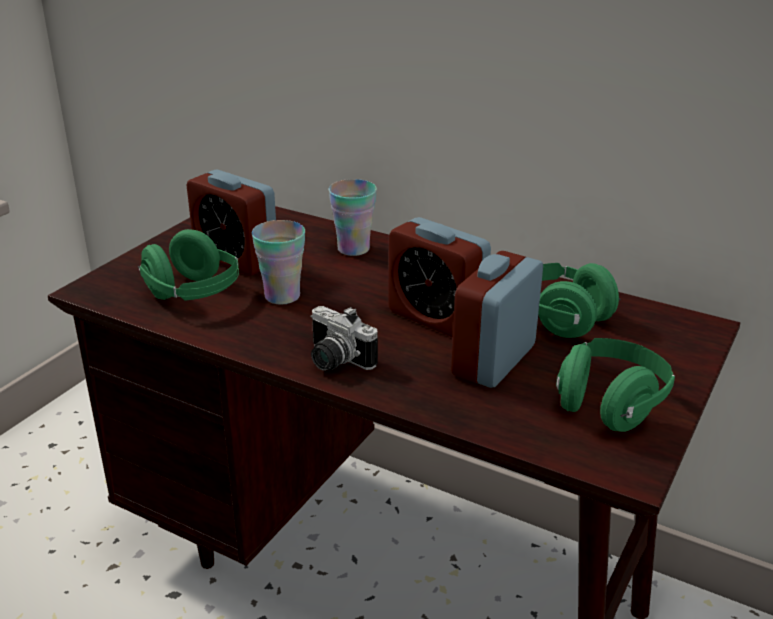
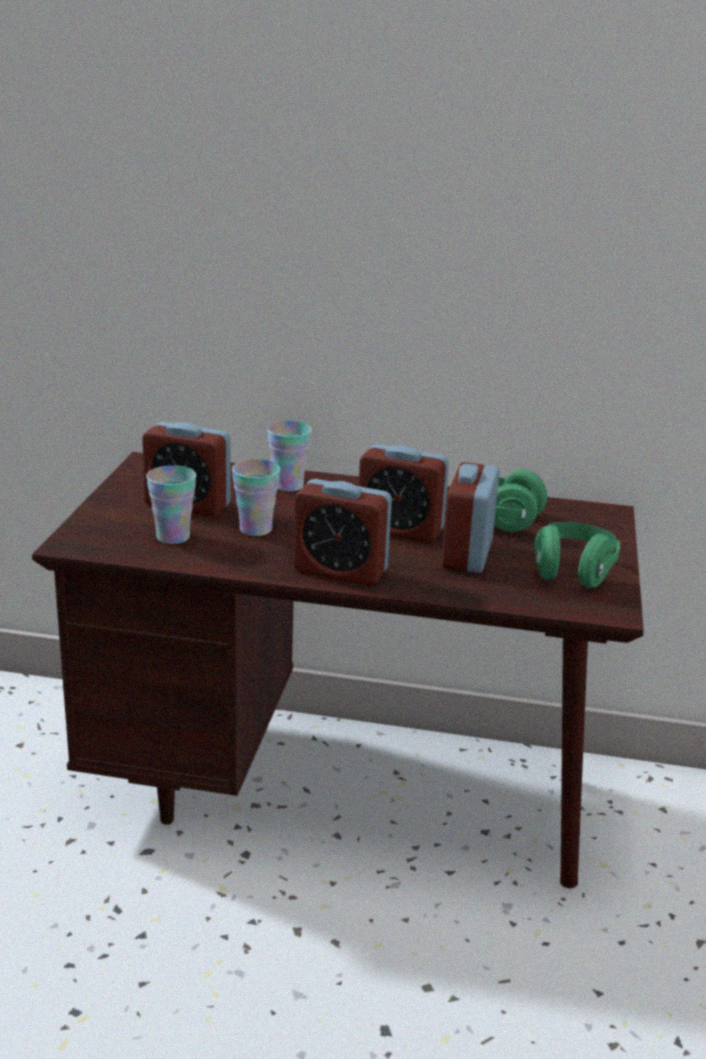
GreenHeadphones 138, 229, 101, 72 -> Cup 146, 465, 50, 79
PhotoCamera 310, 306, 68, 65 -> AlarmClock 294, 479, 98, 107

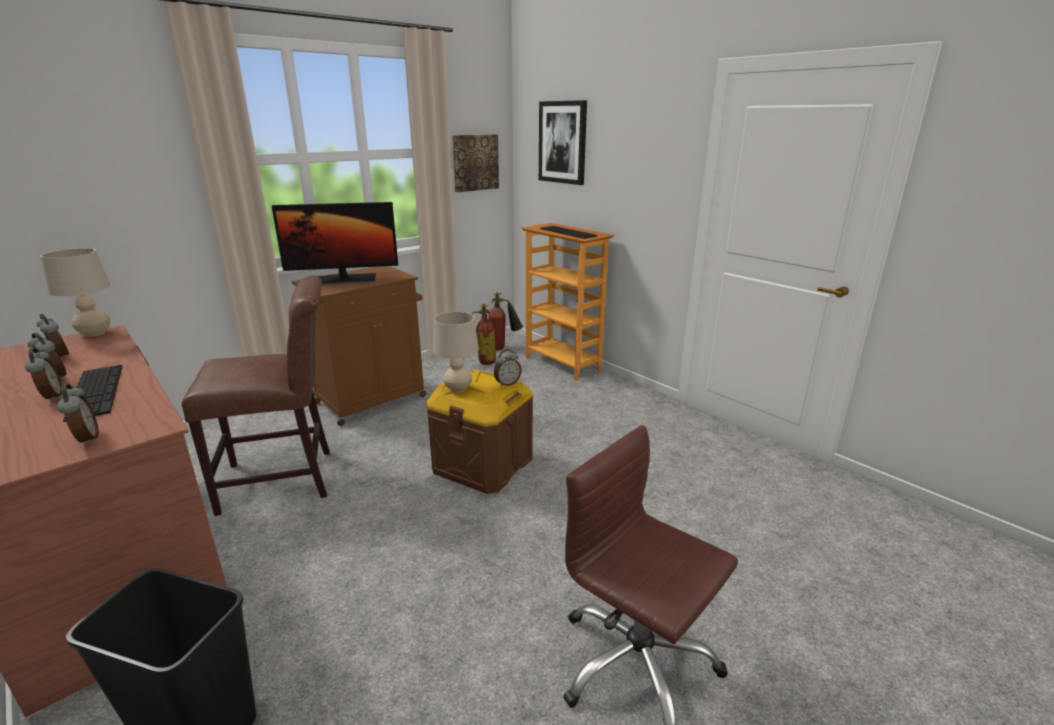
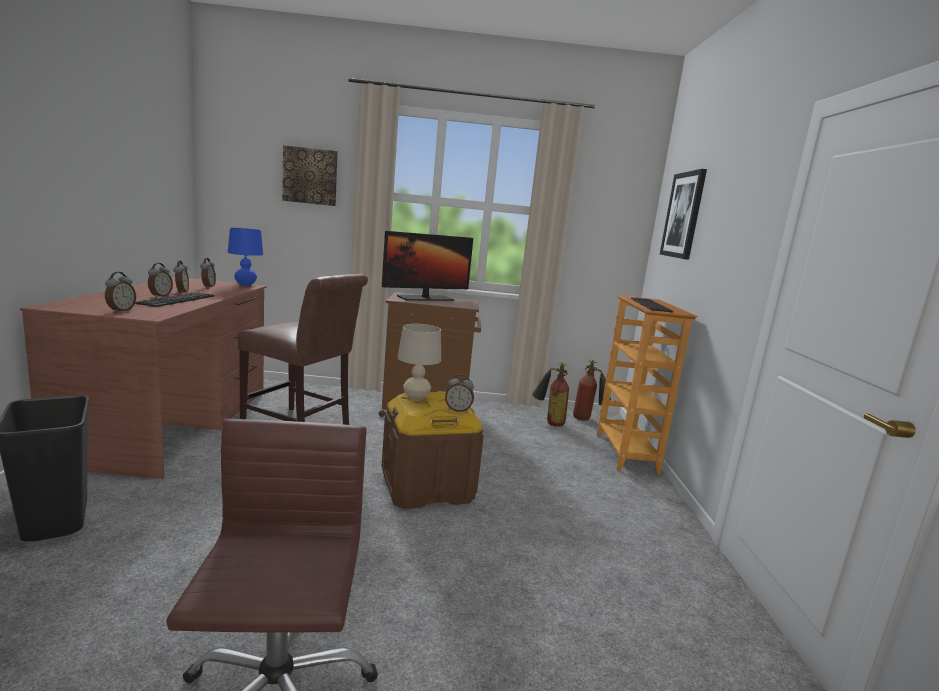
BeigeTableLamp 40, 248, 71, 89 -> BlueTableLamp 228, 228, 35, 58
Picture 452, 134, 47, 58 -> Picture 282, 146, 56, 60, moved
Monitor 272, 202, 126, 82 -> Monitor 382, 231, 91, 70, 60 degrees counterclockwise

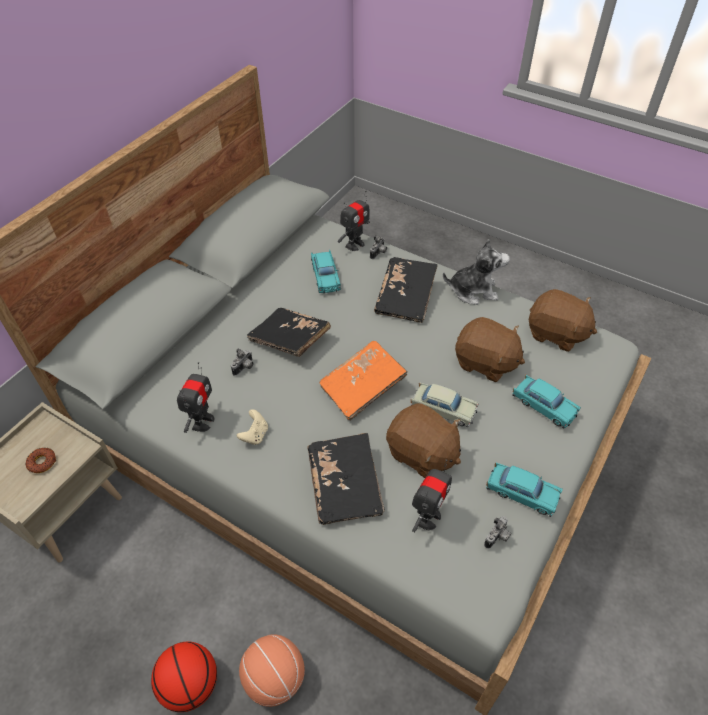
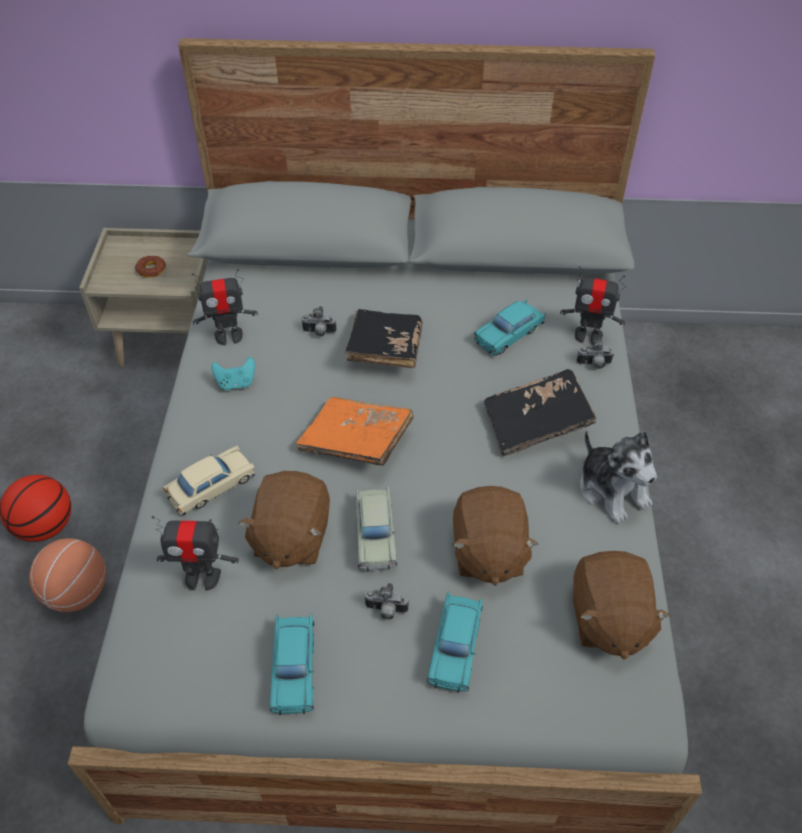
BlackBook 307, 433, 78, 92 -> BeigeToyCar 163, 445, 92, 71
BeigeGameController 237, 409, 31, 36 -> TurquoiseGameController 211, 357, 44, 33
PhotoCamera 484, 516, 27, 32 -> PhotoCamera 364, 583, 44, 37, moved

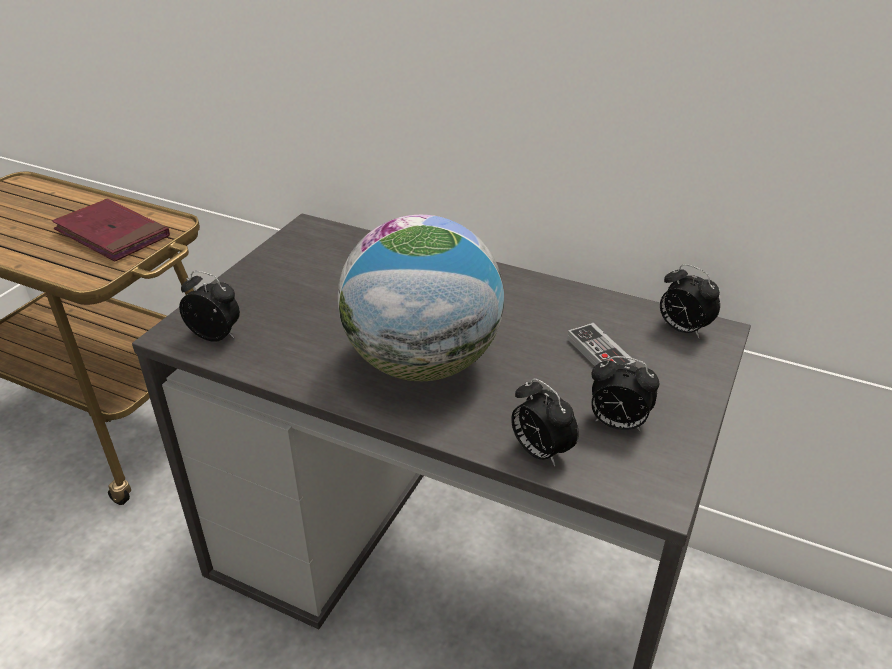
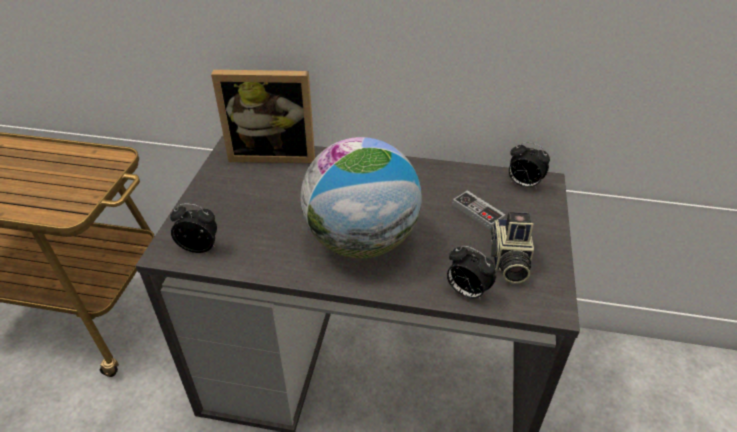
none -> PictureFrame 211, 70, 104, 93
AlarmClock 591, 356, 69, 75 -> PhotoCamera 491, 212, 43, 71
RedBook 52, 199, 118, 63 -> none

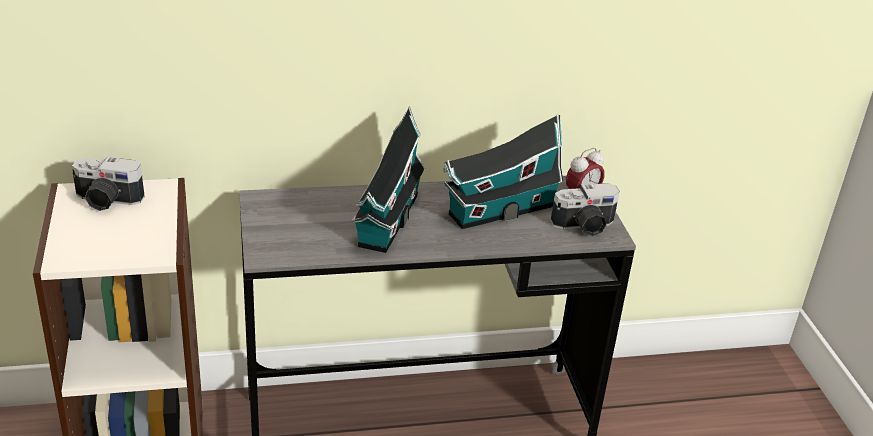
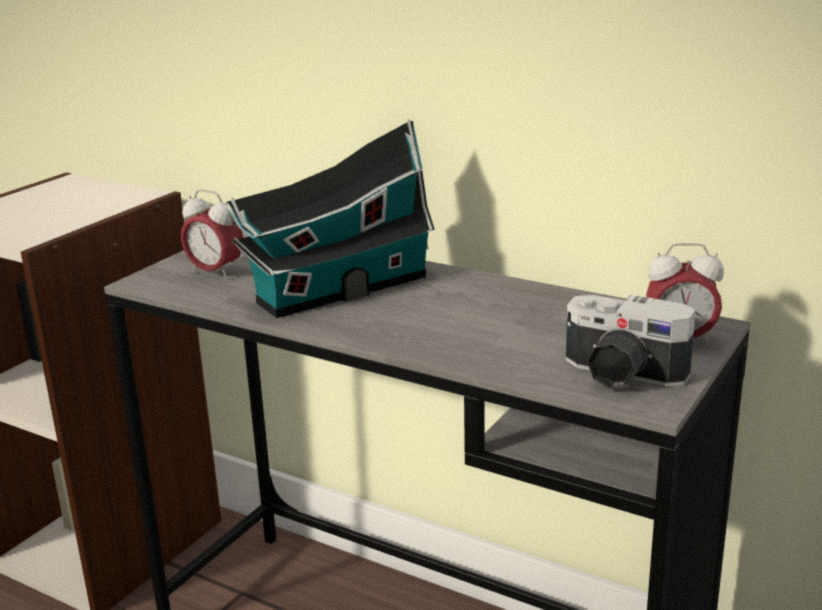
none -> AlarmClock 181, 189, 62, 91
PhotoCamera 72, 157, 73, 54 -> none
ToyHouse 443, 114, 121, 115 -> none

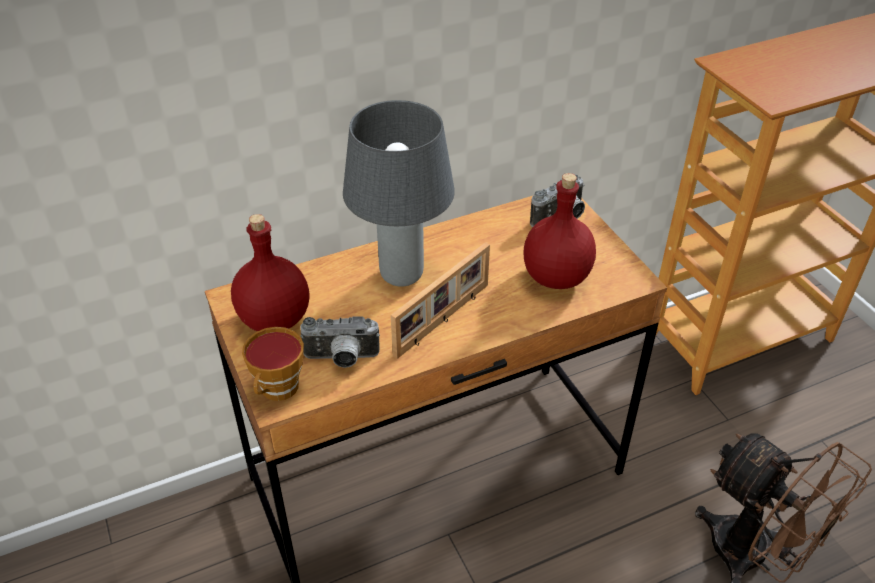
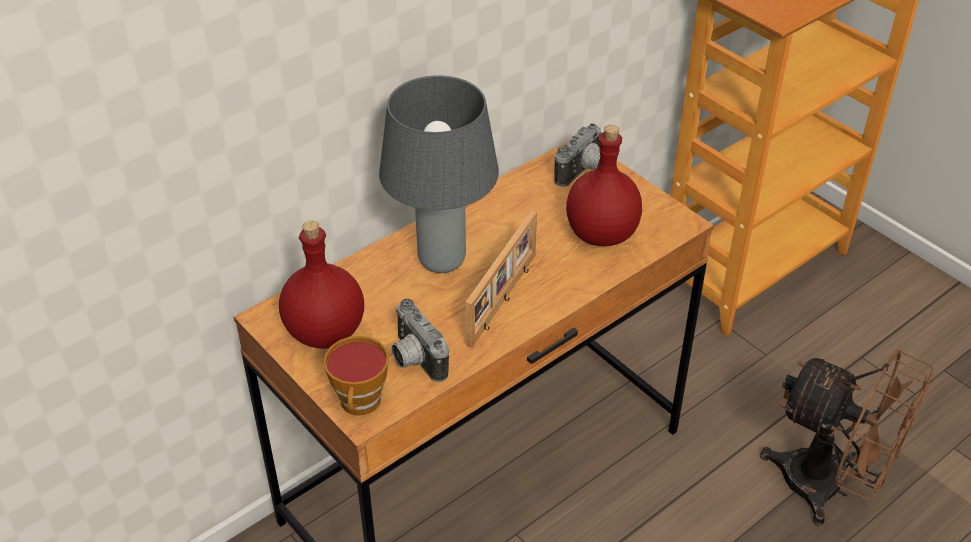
PhotoCamera 300, 316, 80, 52 -> PhotoCamera 392, 299, 57, 83, 75 degrees clockwise

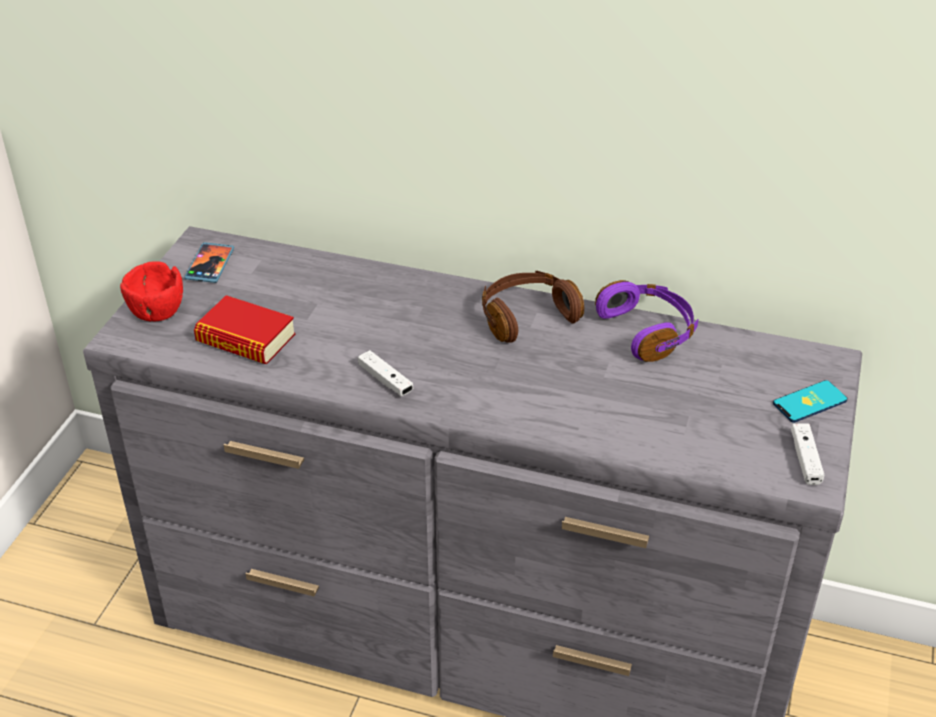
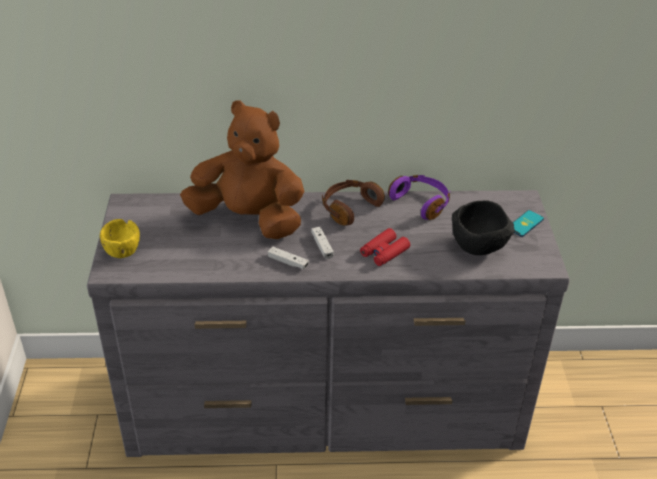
RedBowl 120, 261, 63, 60 -> YellowBowl 100, 219, 40, 39
none -> BrownPlushToy 180, 100, 124, 139
WhiteGameController 791, 423, 33, 62 -> WhiteGameController 311, 227, 23, 32, moved
none -> RedBinoculars 360, 228, 50, 38
none -> BlackBowl 452, 200, 63, 55
Phone 185, 242, 49, 41 -> none
Book 194, 295, 101, 69 -> none

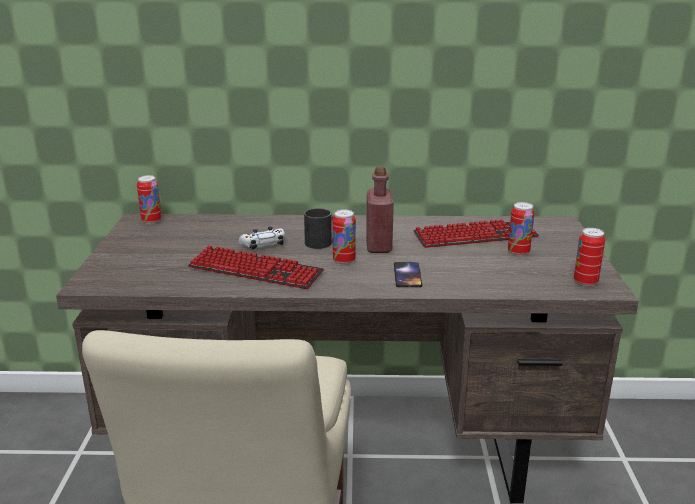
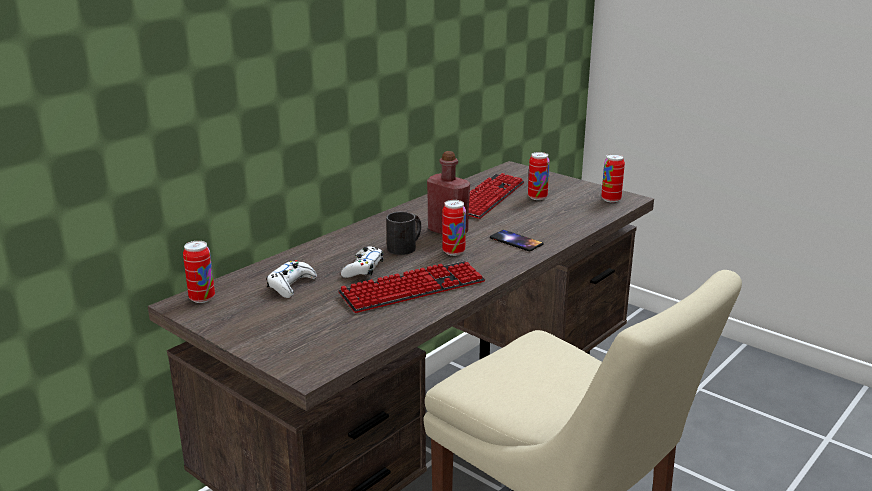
none -> WhiteGameController 266, 260, 51, 38

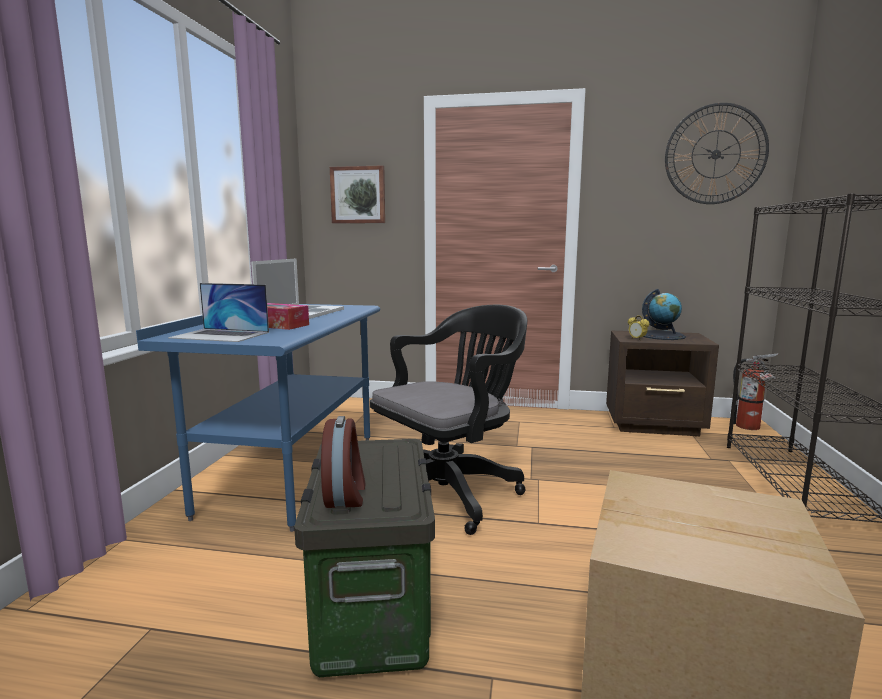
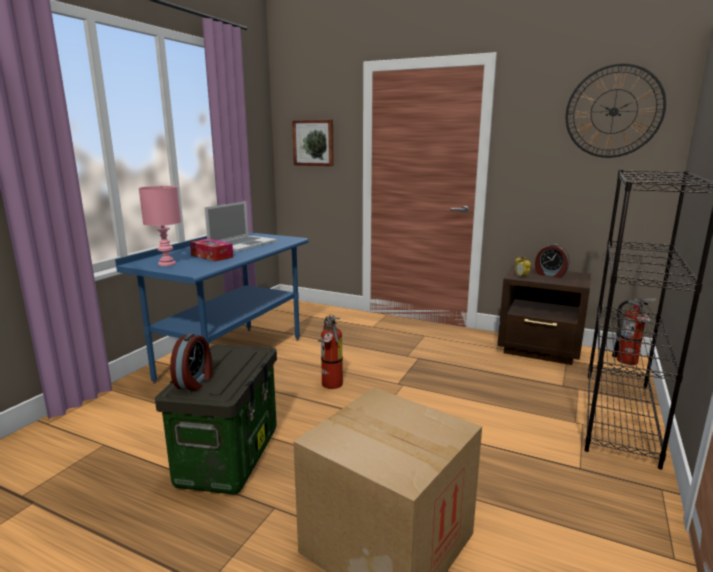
Laptop 168, 283, 101, 59 -> PinkTableLamp 139, 186, 42, 80
BlackOfficeChair 370, 305, 157, 230 -> FireExtinguisher 318, 316, 25, 73
Globe 642, 289, 44, 51 -> AlarmClock 535, 244, 34, 34

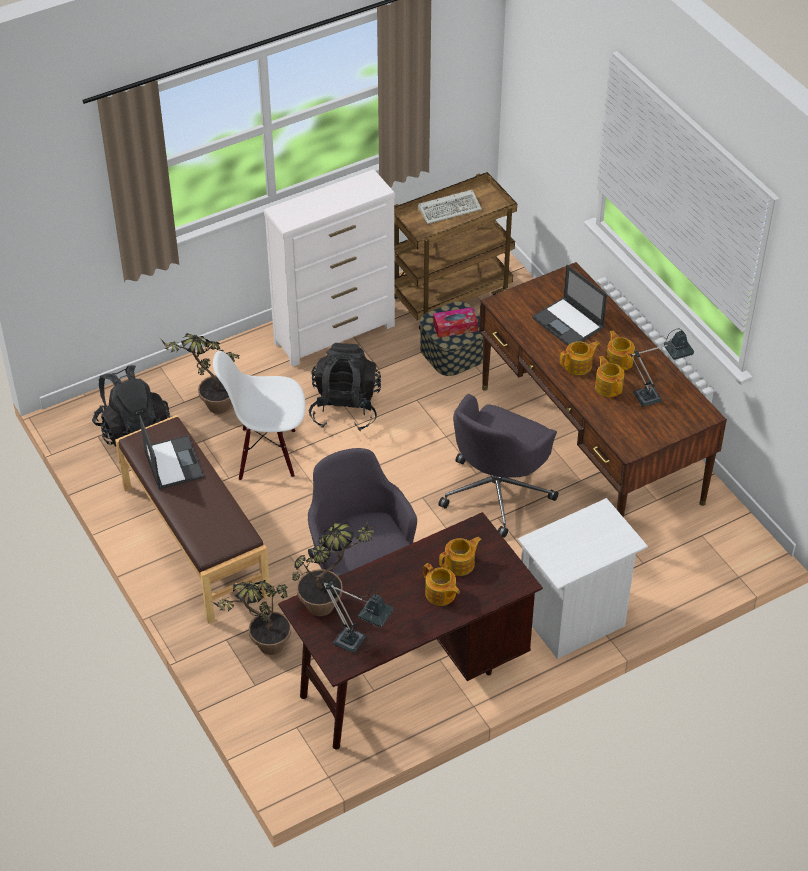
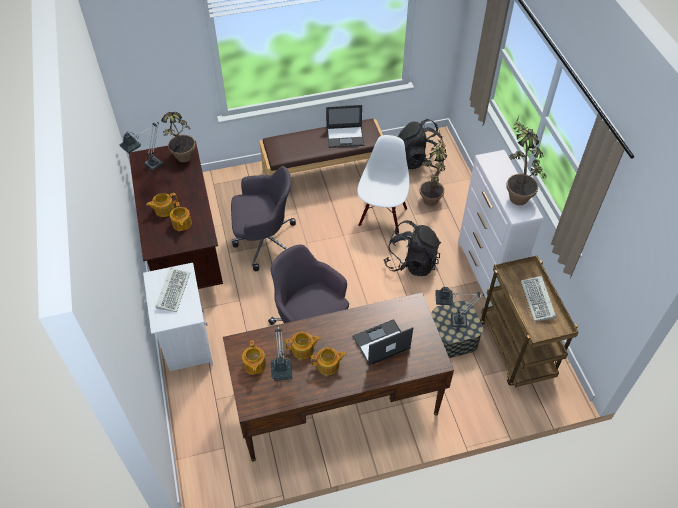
none -> Keyboard 155, 267, 35, 45
Teapot 560, 341, 40, 34 -> Teapot 242, 340, 24, 34, moved
TissueBox 433, 307, 45, 31 -> TableLamp 435, 287, 49, 41
PottedPlant 211, 580, 80, 75 -> PottedPlant 506, 116, 41, 89, moved

